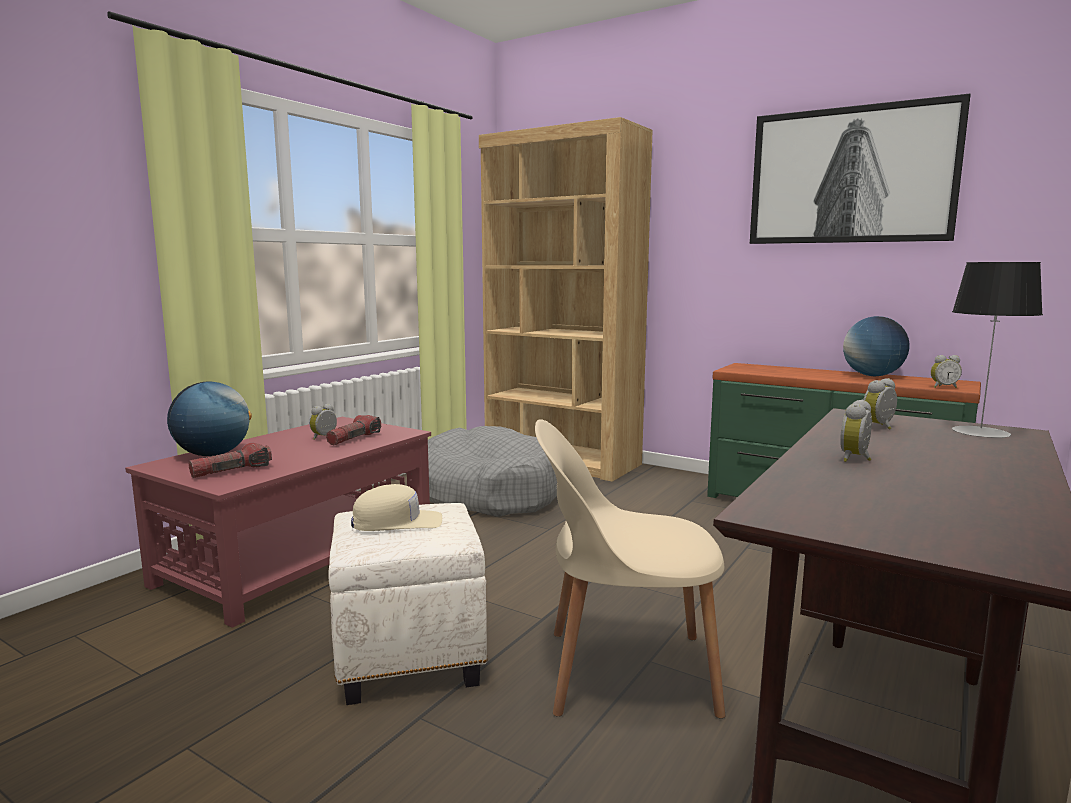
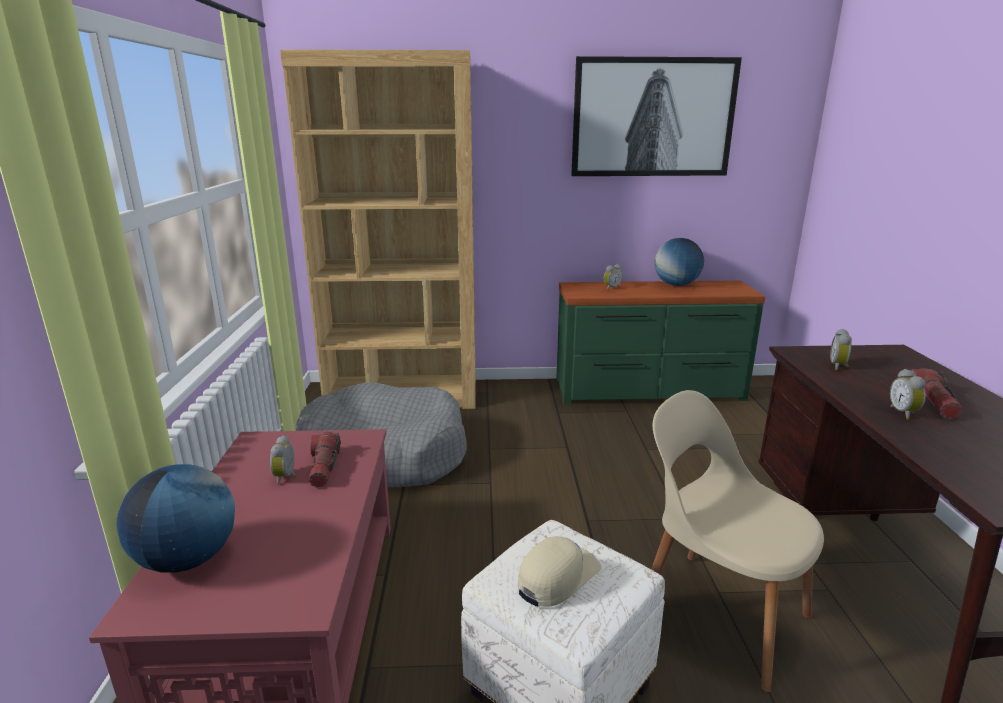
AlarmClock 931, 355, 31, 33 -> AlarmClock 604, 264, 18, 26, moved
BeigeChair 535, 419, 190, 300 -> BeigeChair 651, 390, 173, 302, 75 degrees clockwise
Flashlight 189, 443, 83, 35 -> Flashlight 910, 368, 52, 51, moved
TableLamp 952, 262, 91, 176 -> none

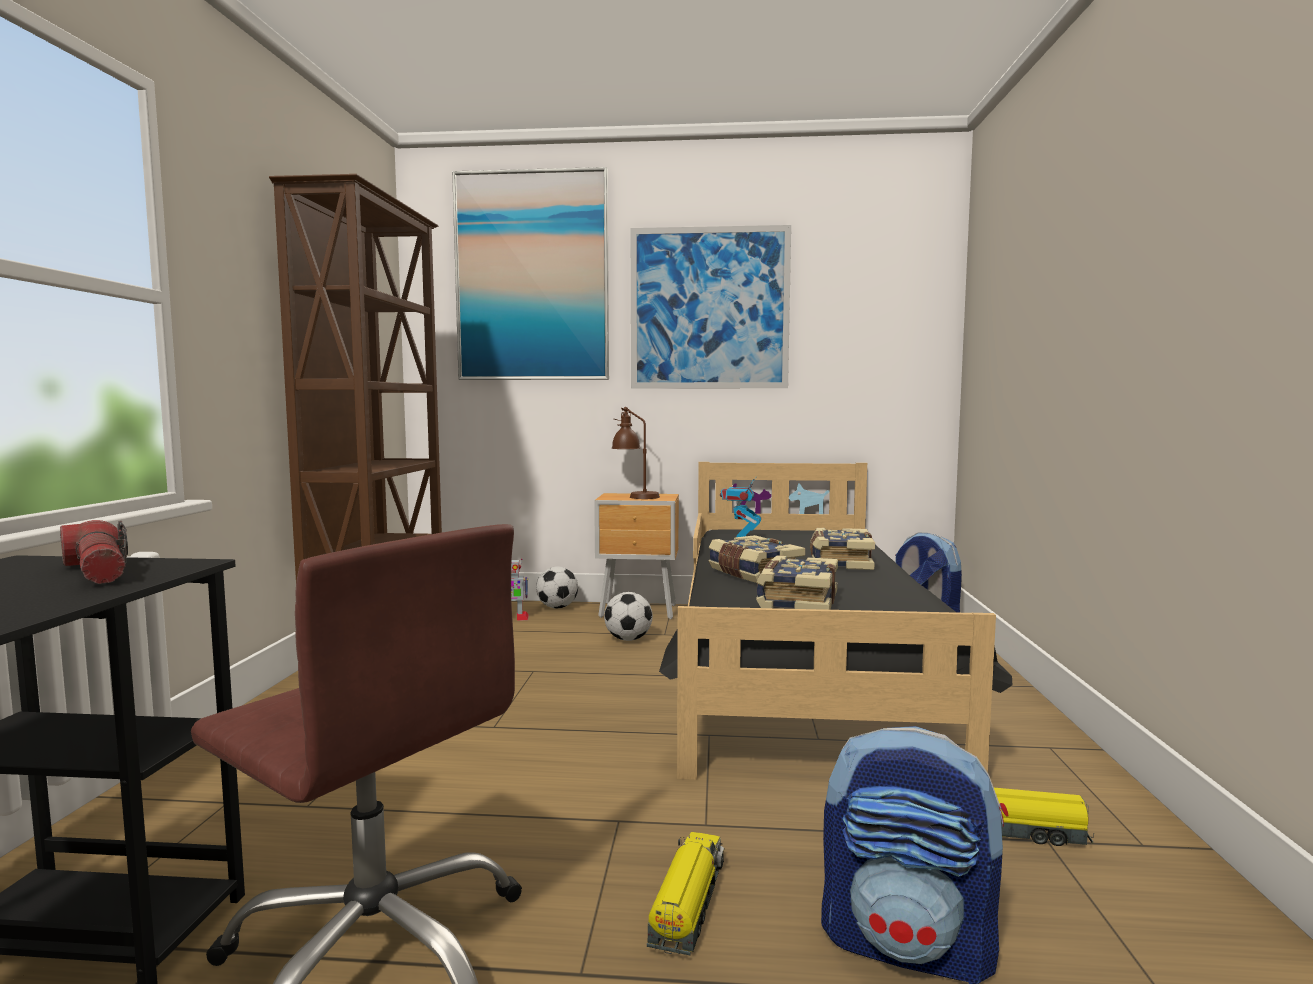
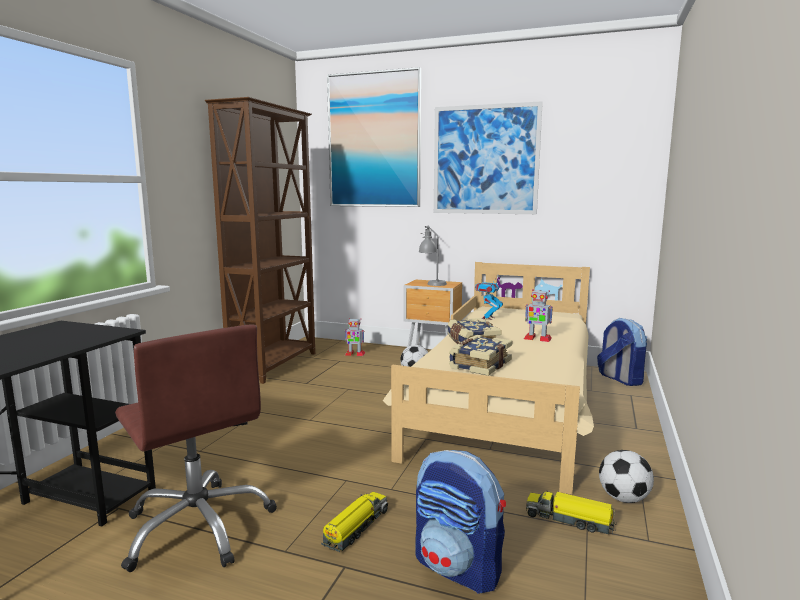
BlackBed 659, 462, 353, 317 -> BeigeBed 383, 262, 211, 232
BrownTableLamp 612, 407, 48, 92 -> GreyTableLamp 419, 225, 28, 61
Book 810, 528, 65, 42 -> ToyRobot 524, 289, 29, 53
Football 536, 566, 42, 42 -> Football 599, 450, 55, 53, moved
Flashlight 60, 520, 68, 64 -> none

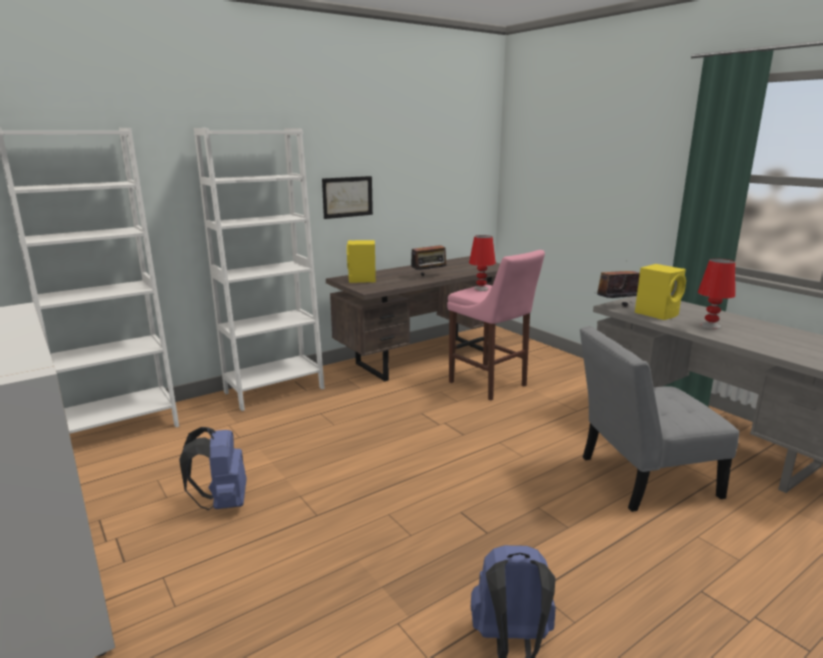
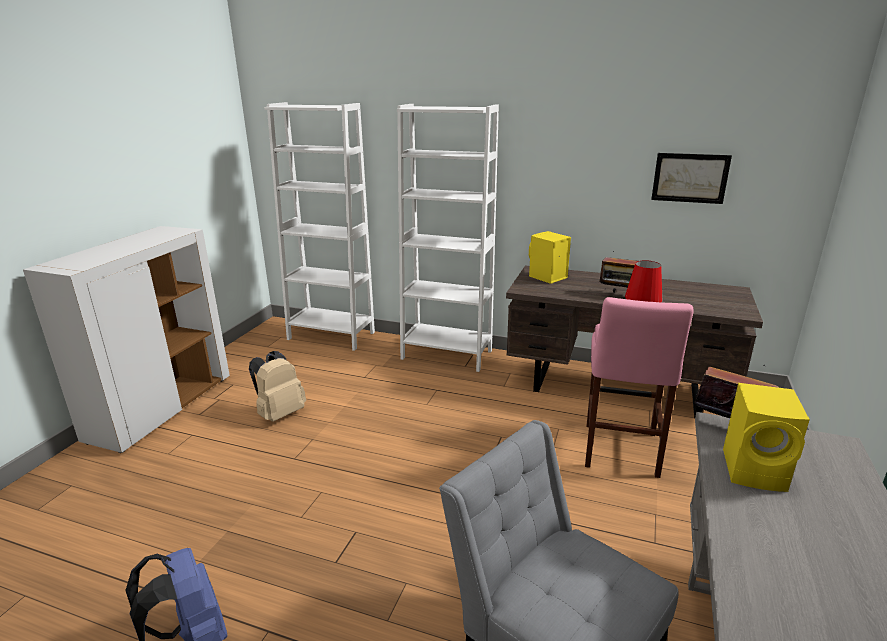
BlueBackpack 179, 427, 68, 83 -> BeigeBackpack 249, 351, 57, 71
Picture 322, 176, 51, 43 -> Picture 651, 153, 81, 51, moved
RedTableLamp 698, 258, 37, 71 -> none

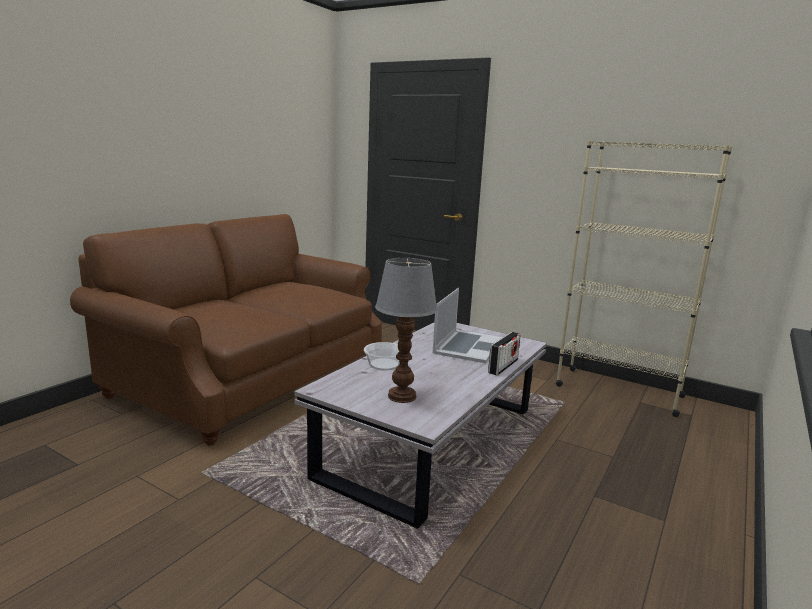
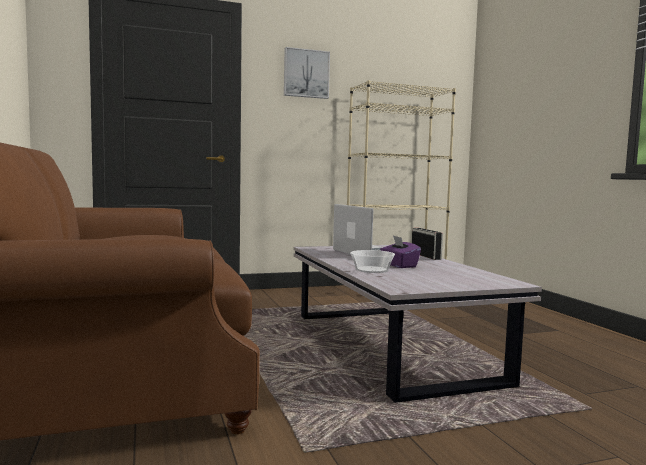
none -> Picture 284, 47, 46, 52
none -> PurpleTissueBox 380, 235, 41, 33
TableLamp 375, 258, 63, 145 -> none

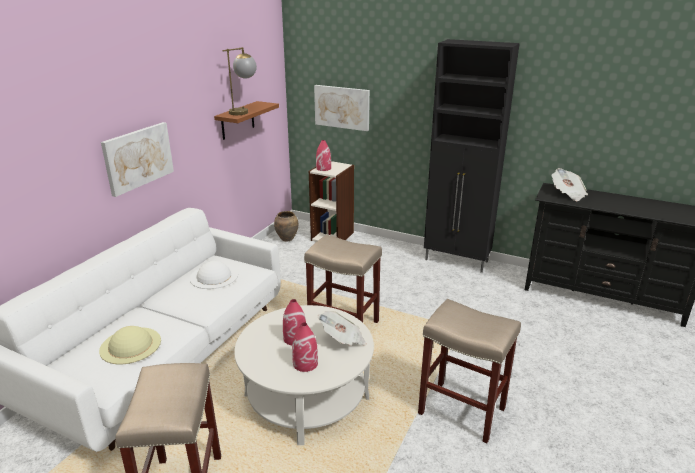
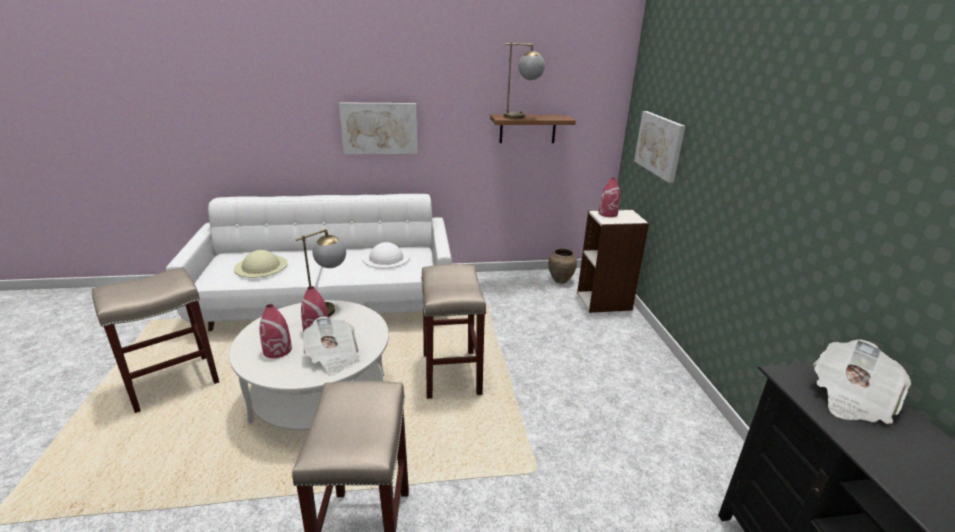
none -> TableLamp 296, 229, 50, 88
BlackCabinet 424, 39, 96, 234 -> none

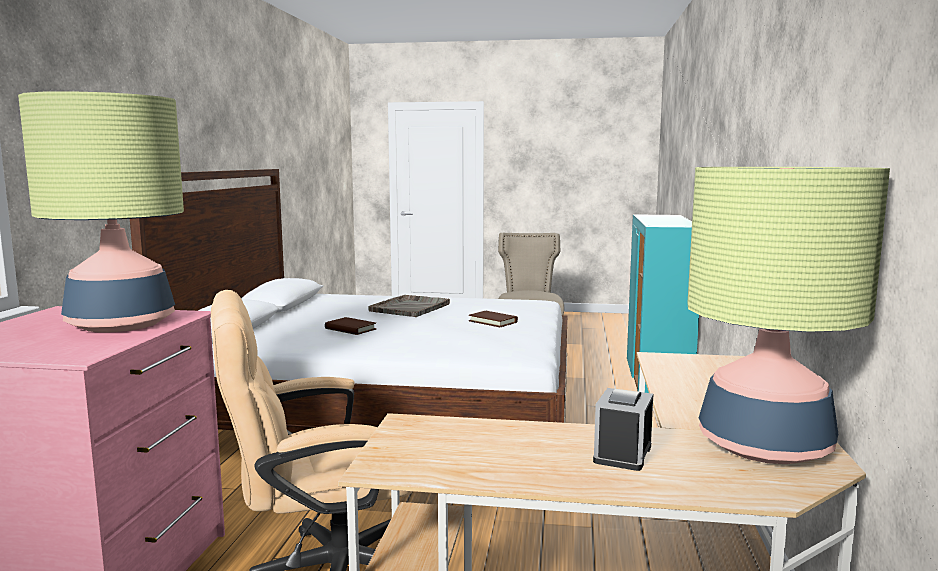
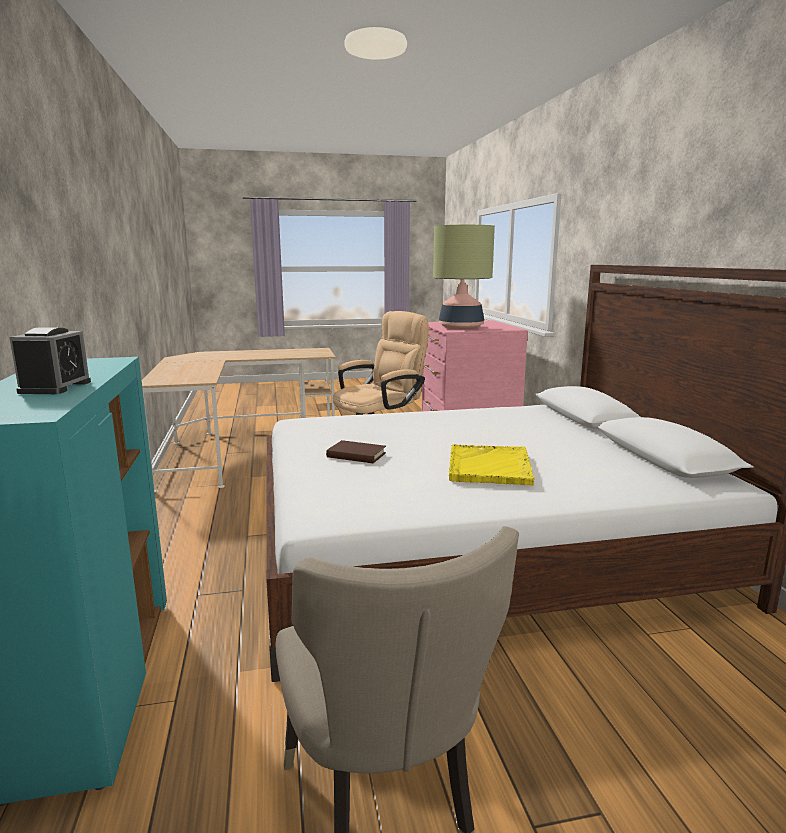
AlarmClock 593, 388, 60, 83 -> AlarmClock 9, 327, 82, 67, moved
GreyTray 368, 295, 82, 22 -> YellowTray 449, 444, 86, 42
BrownBook 325, 317, 51, 18 -> none
TableLamp 687, 167, 203, 297 -> none

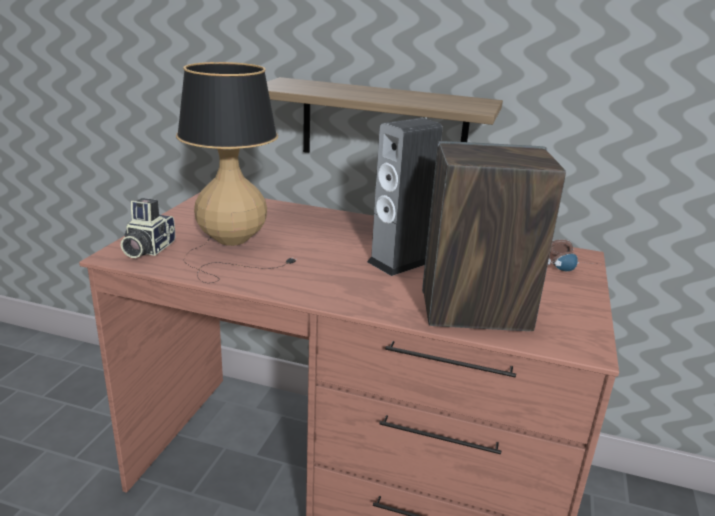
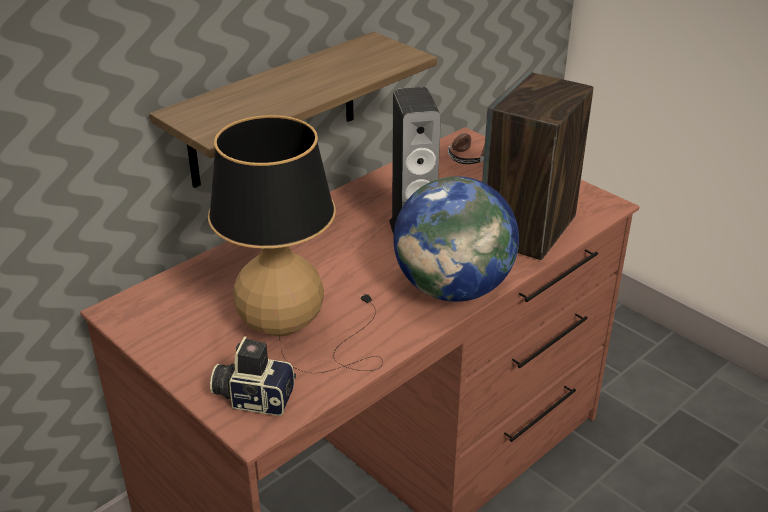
PhotoCamera 121, 198, 54, 60 -> PhotoCamera 210, 336, 86, 80, 150 degrees clockwise
none -> Globe 393, 176, 126, 126

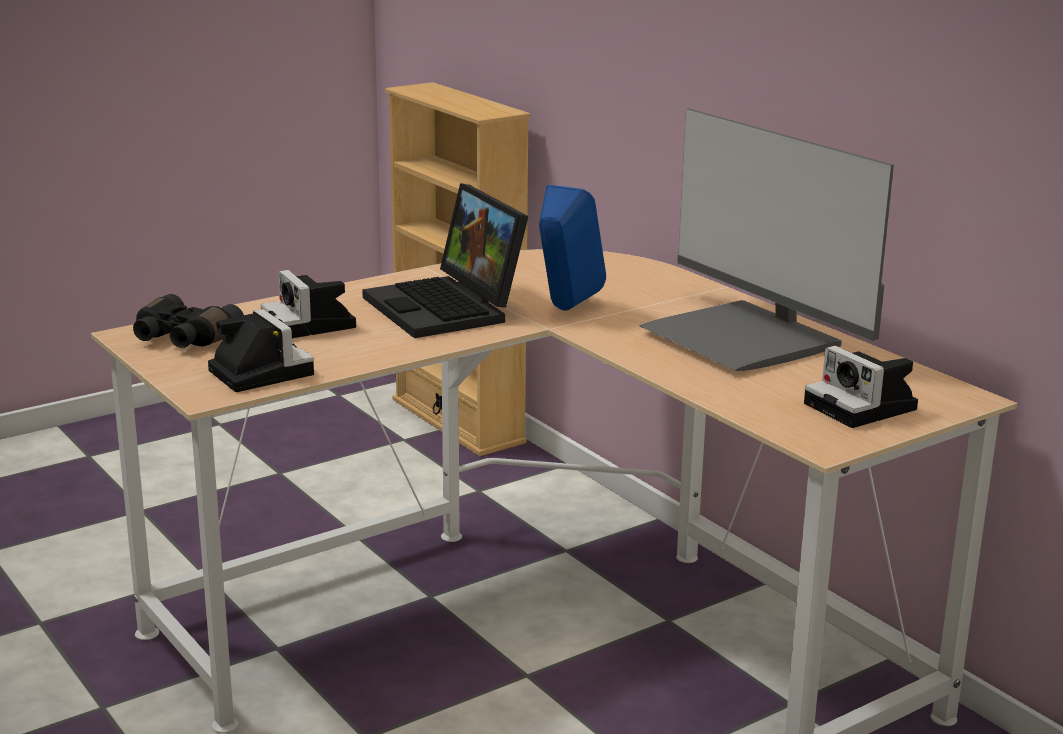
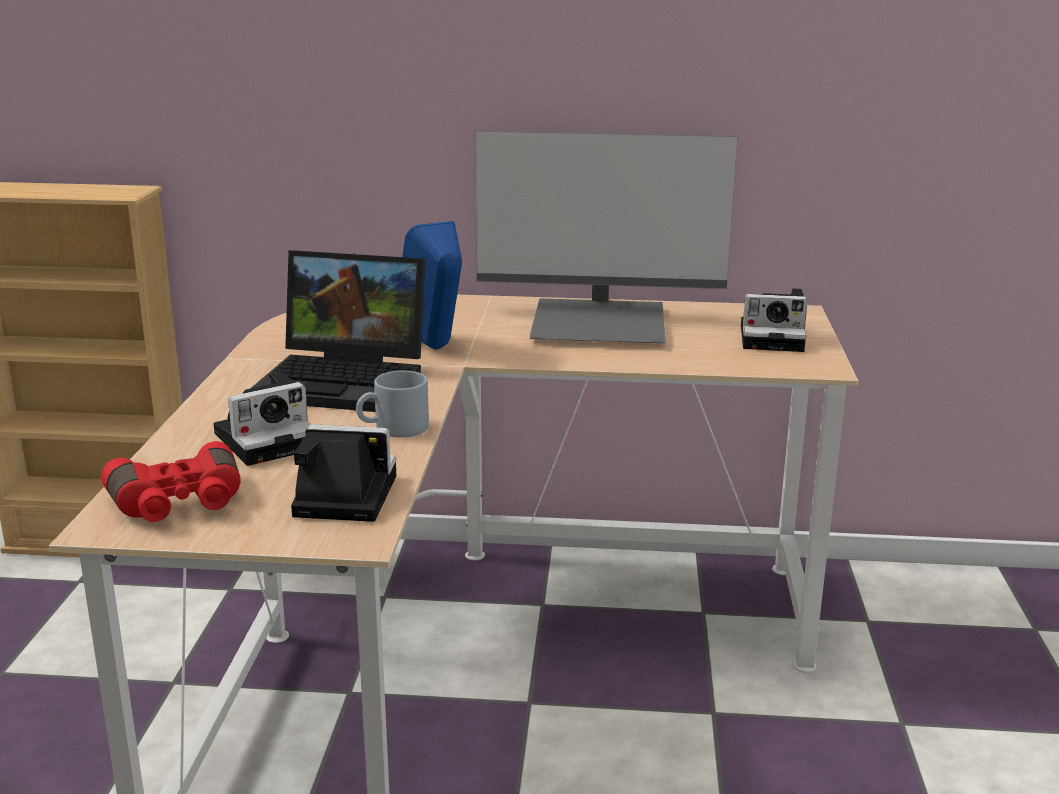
BlackBinoculars 133, 294, 111, 54 -> RedBinoculars 101, 441, 140, 81
PhotoCamera 261, 270, 95, 68 -> PhotoCamera 213, 372, 98, 94, 45 degrees counterclockwise
none -> GreyMug 356, 371, 73, 66

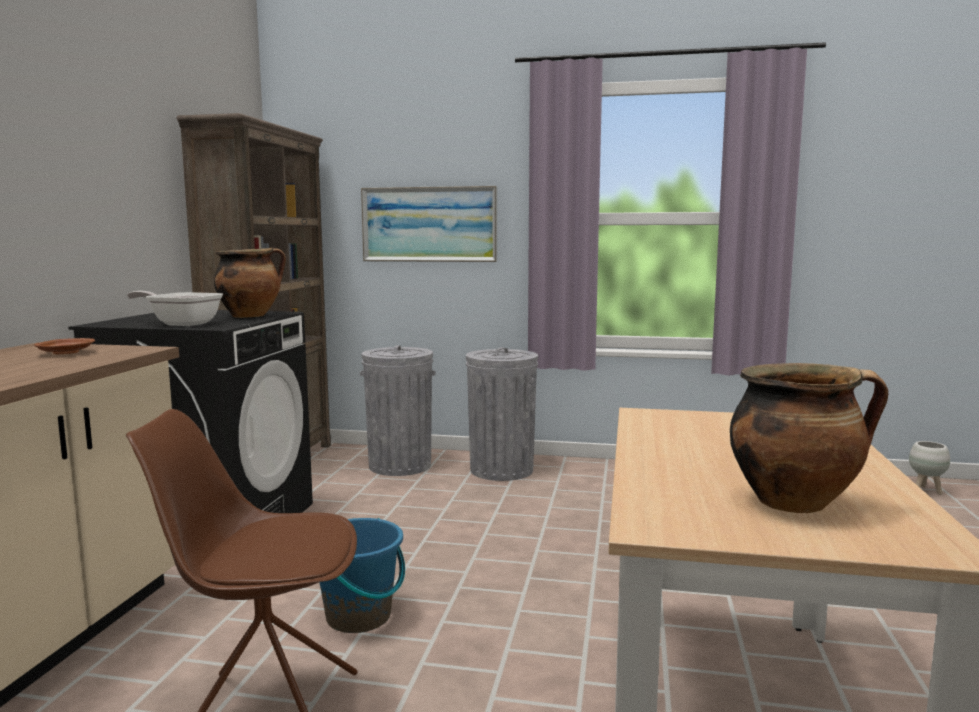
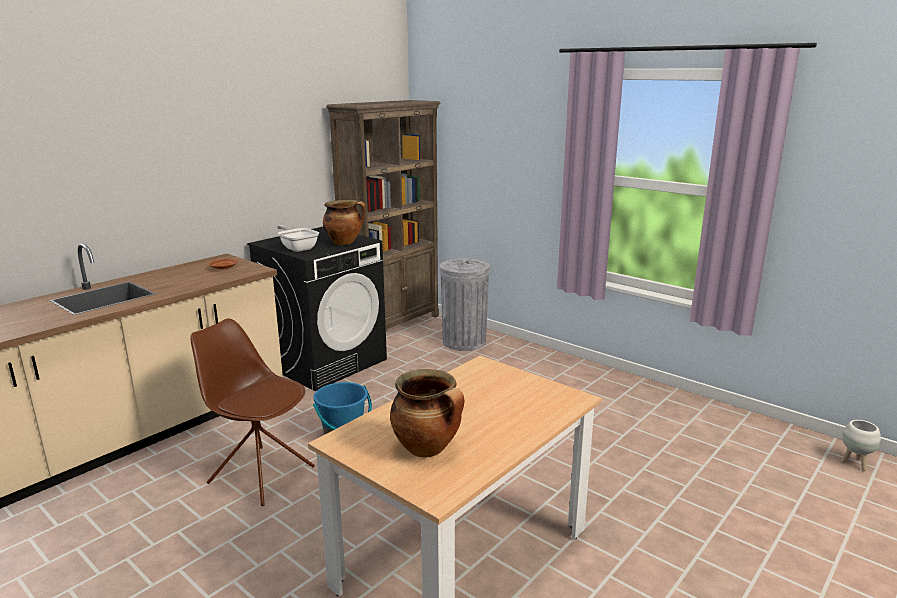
Picture 361, 186, 136, 76 -> none
GreyTrashCan 466, 348, 72, 133 -> none

